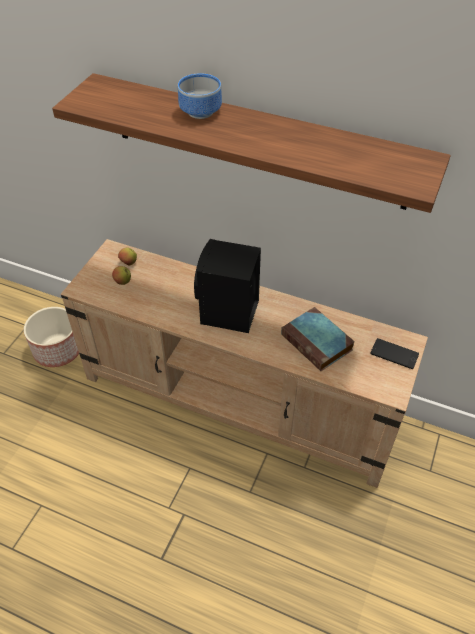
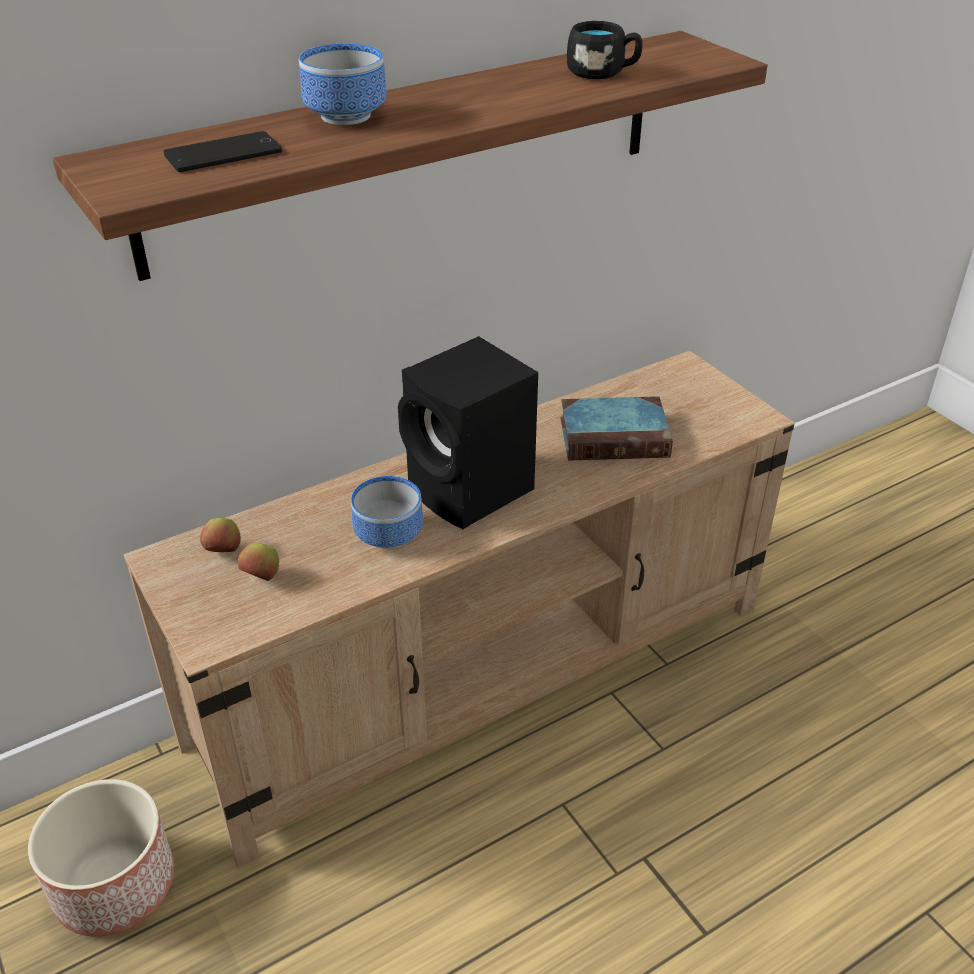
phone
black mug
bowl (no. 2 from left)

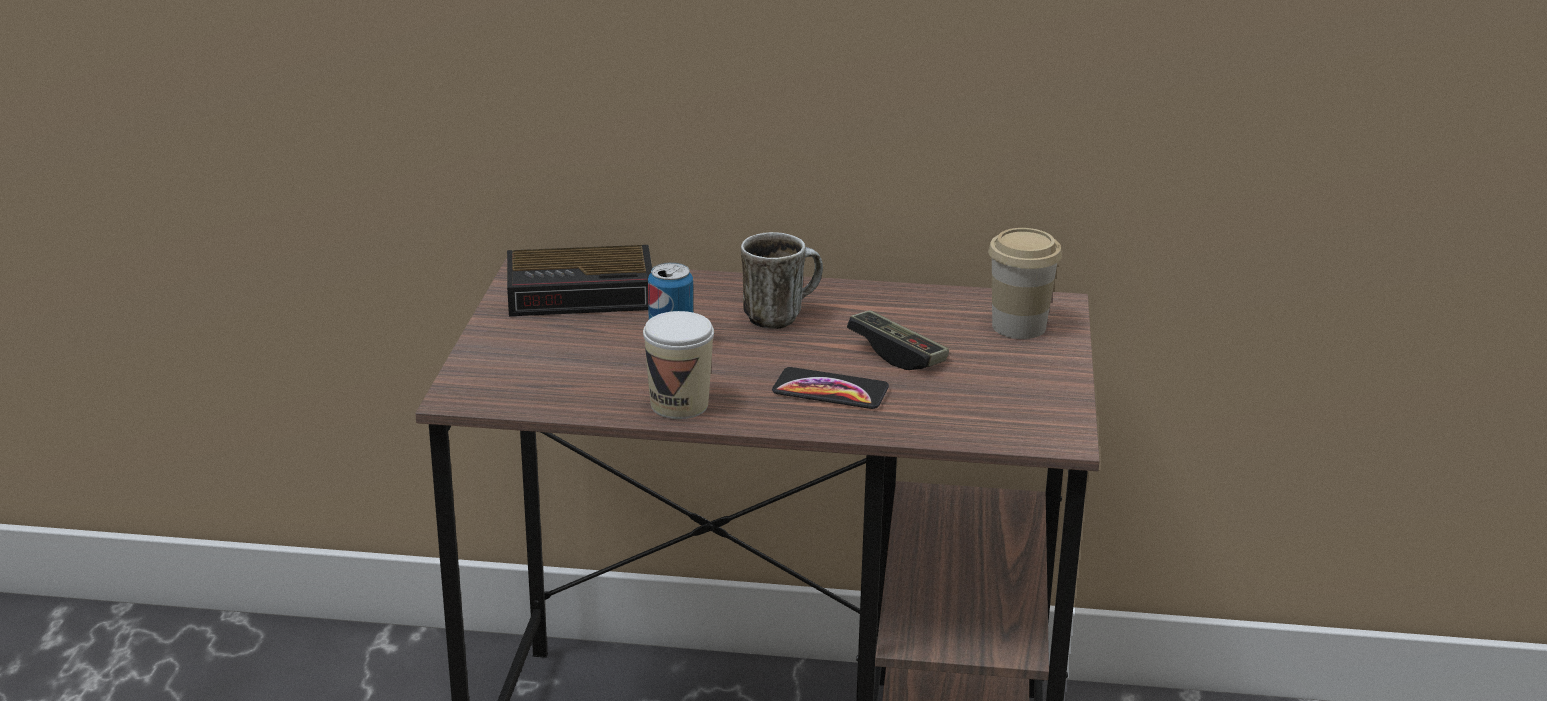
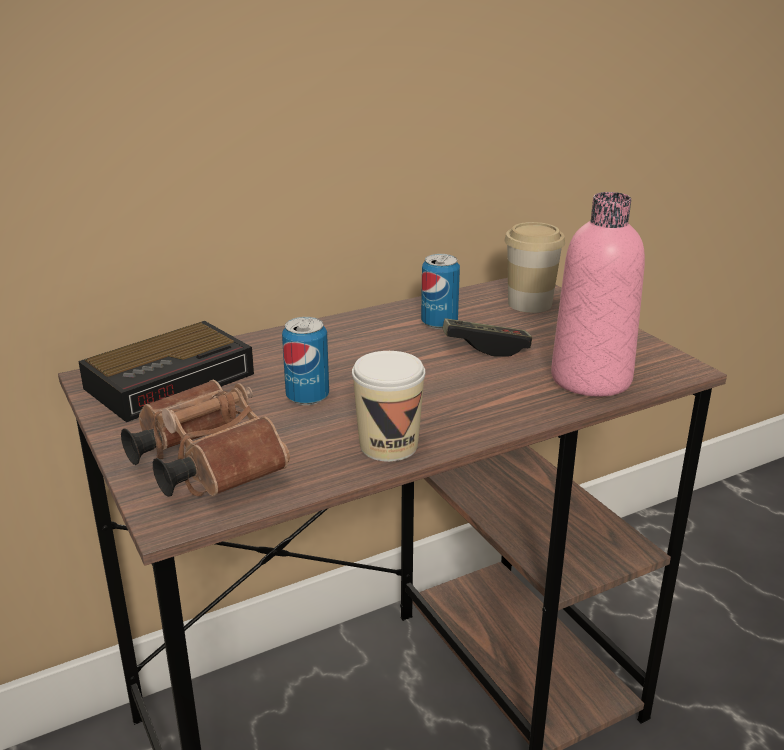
mug
phone
pink bottle
can (no. 2 from left)
brown binoculars

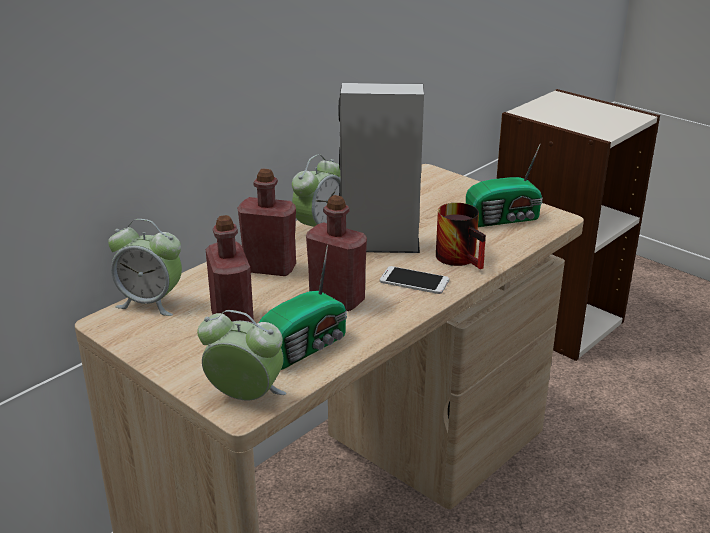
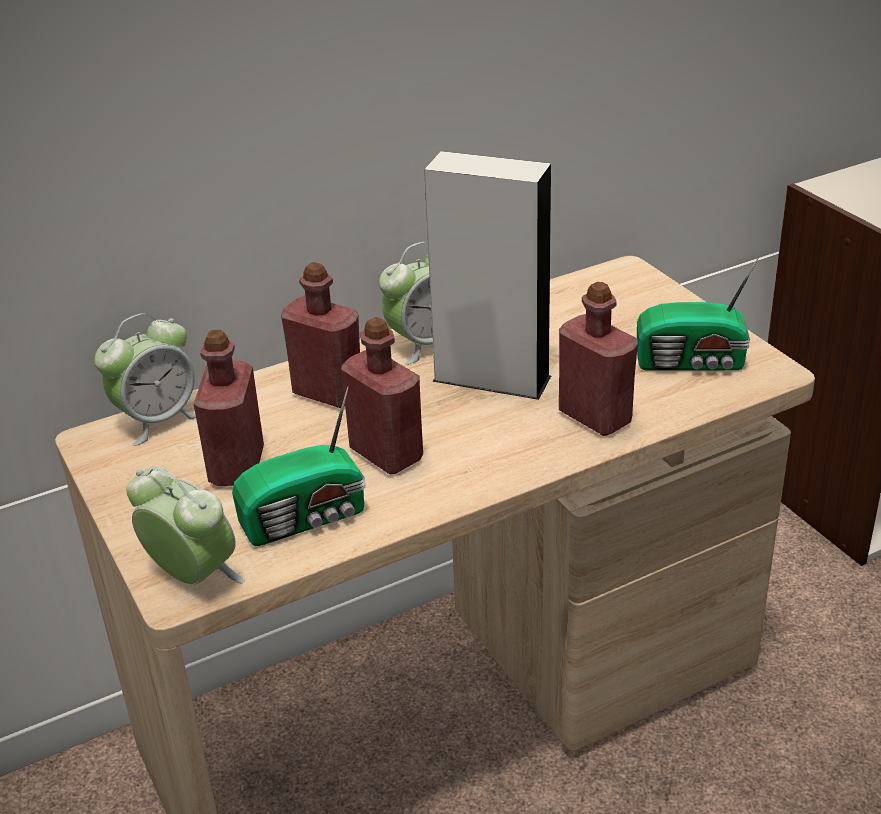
red bottle (no. 4 from left)
alarm clock (no. 1 from left)
phone

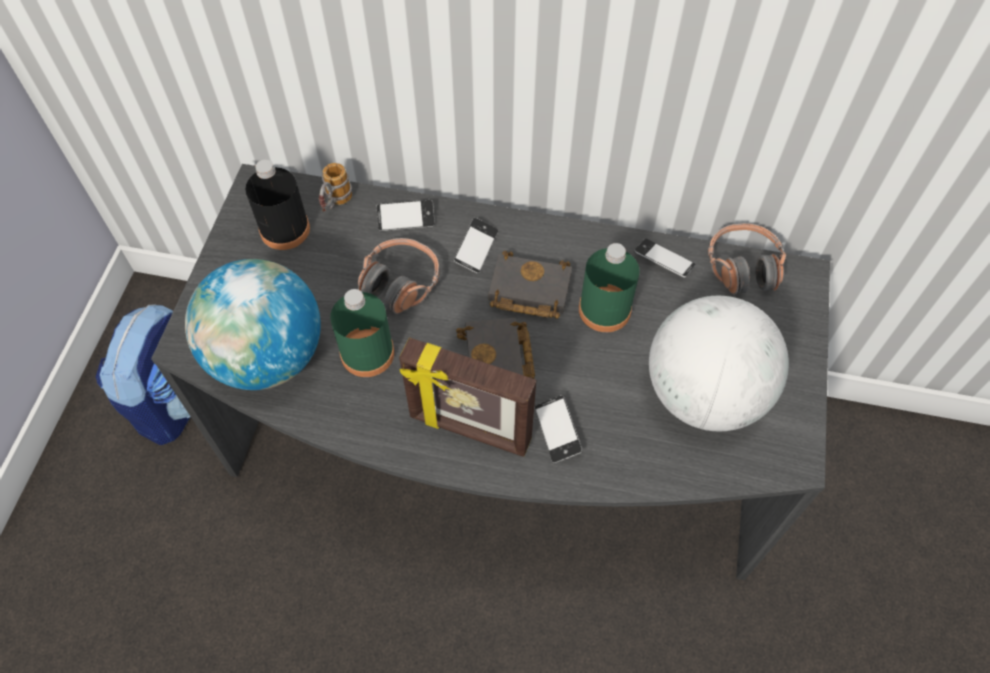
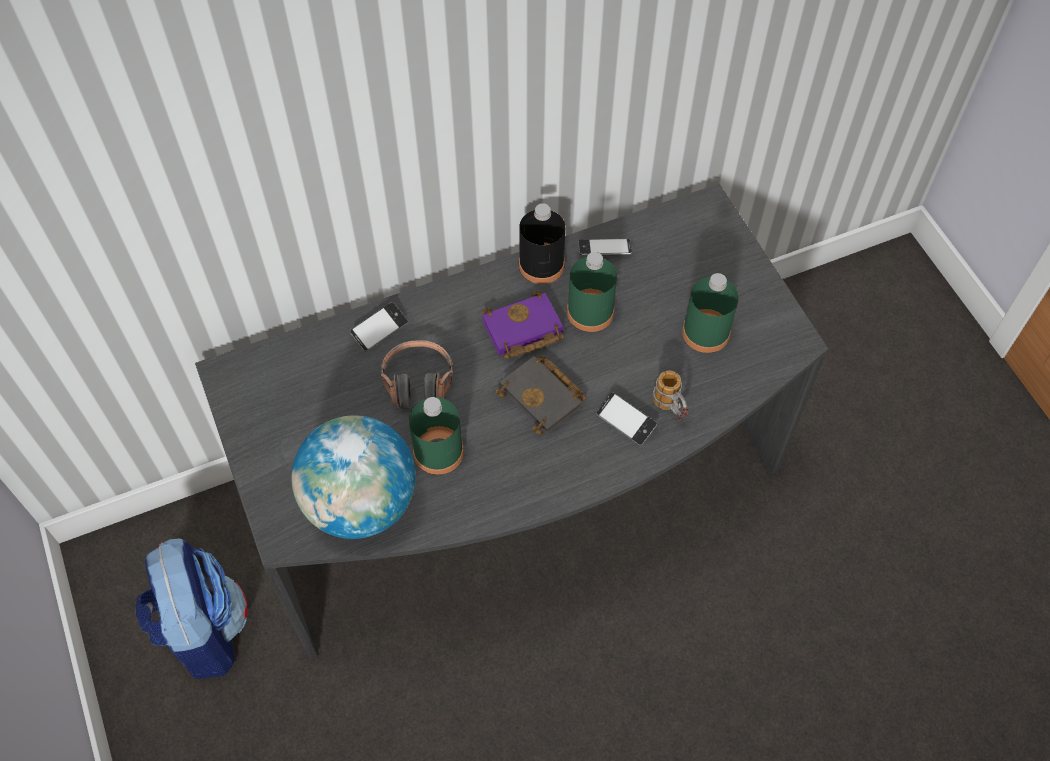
black bottle
mug
phone (no. 2 from left in the first image)
headphones (no. 2 from left in the first image)
purple book
green bottle (no. 3 from left)
picture frame

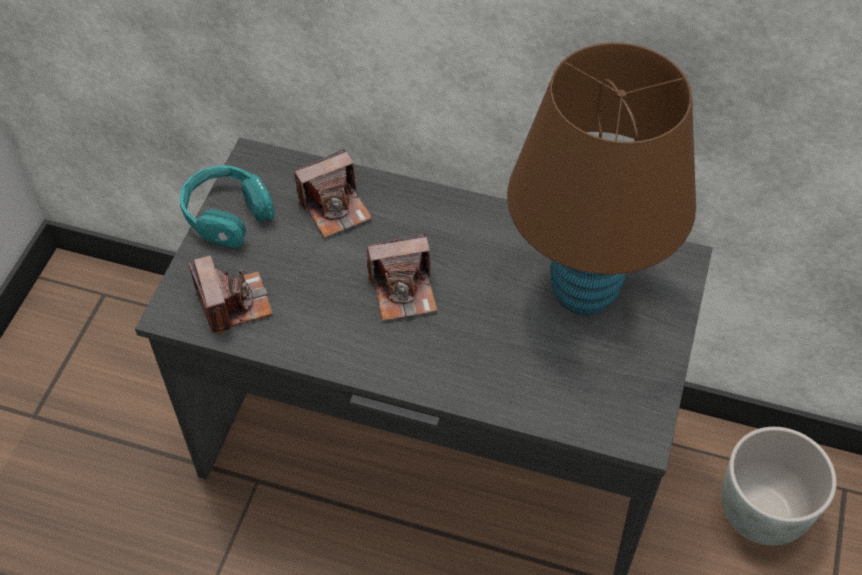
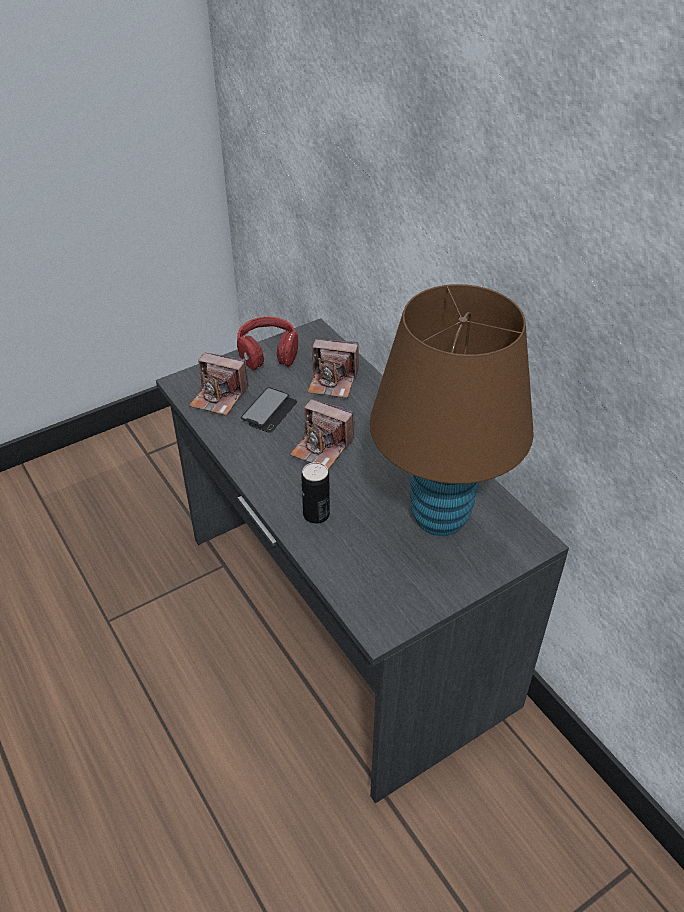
red headphones
photo camera (no. 1 from left)
grey planter
phone
can

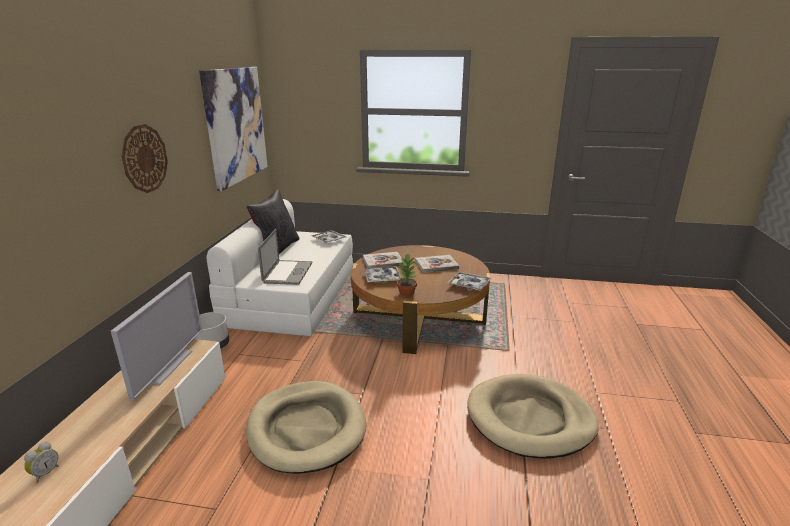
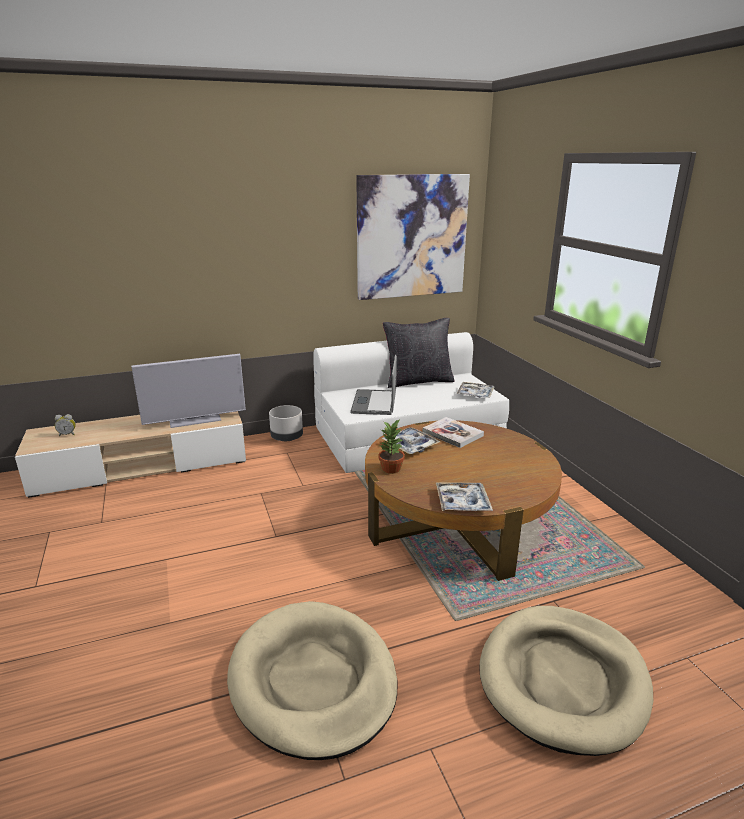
wall clock
laptop
book (no. 2 from left in the first image)
beige dog bed (no. 2 from left)

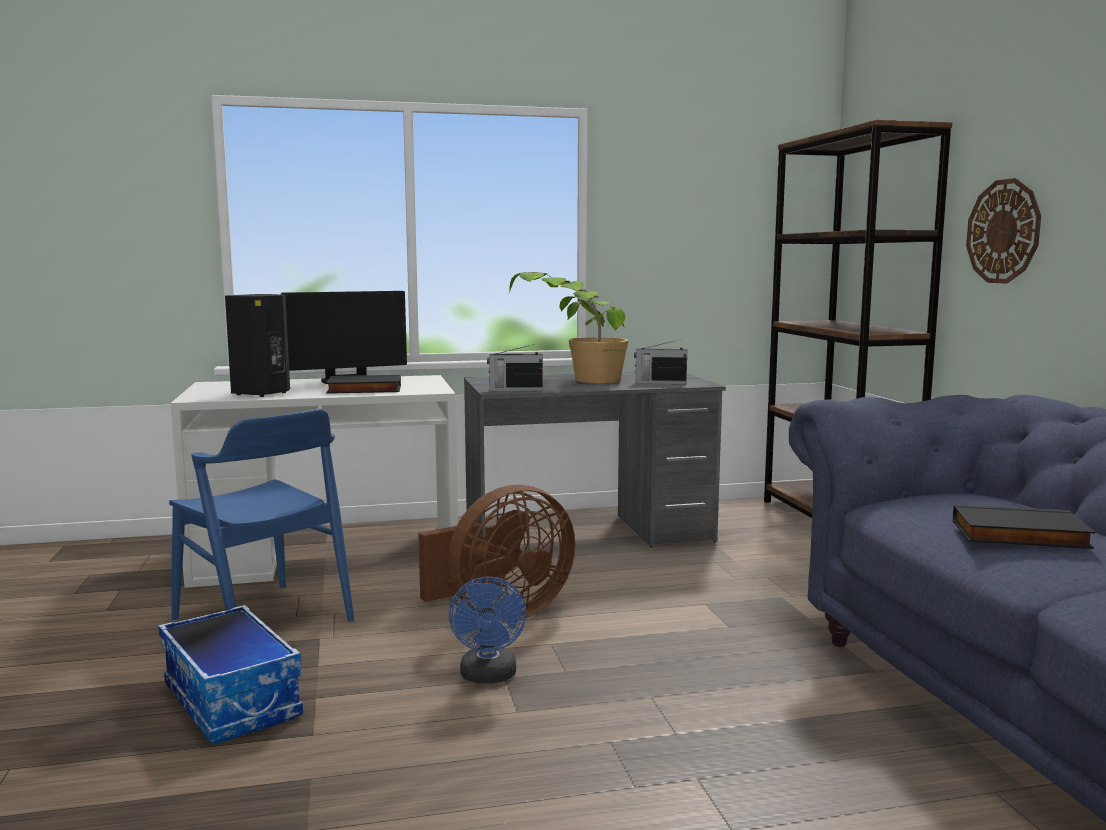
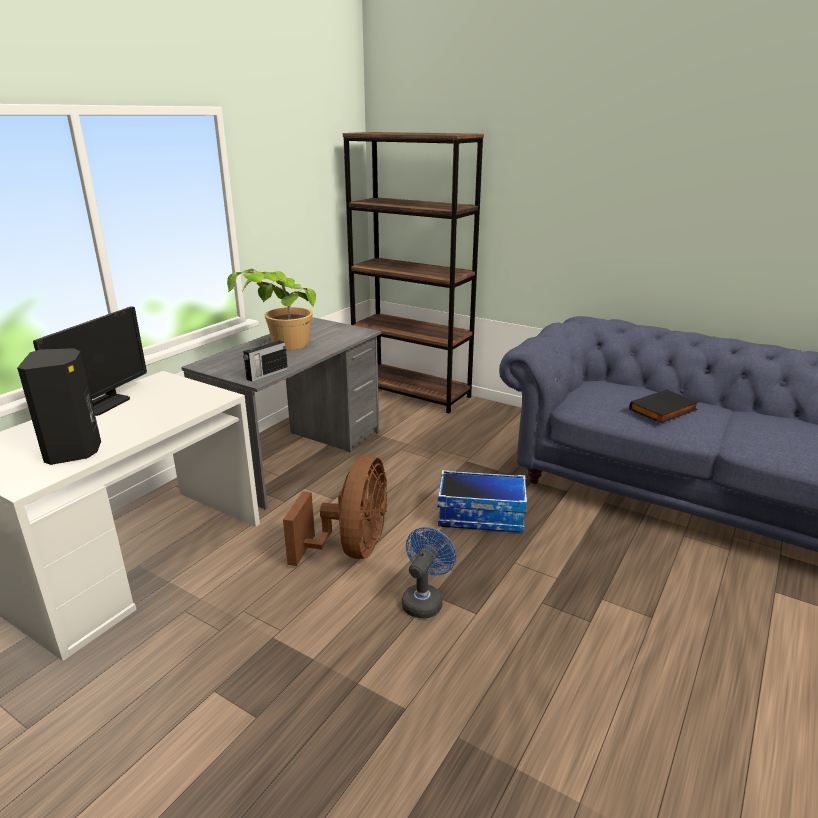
wall clock
radio (no. 2 from left in the first image)
black book (no. 1 from left in the first image)
blue chair
blue fan
storage box

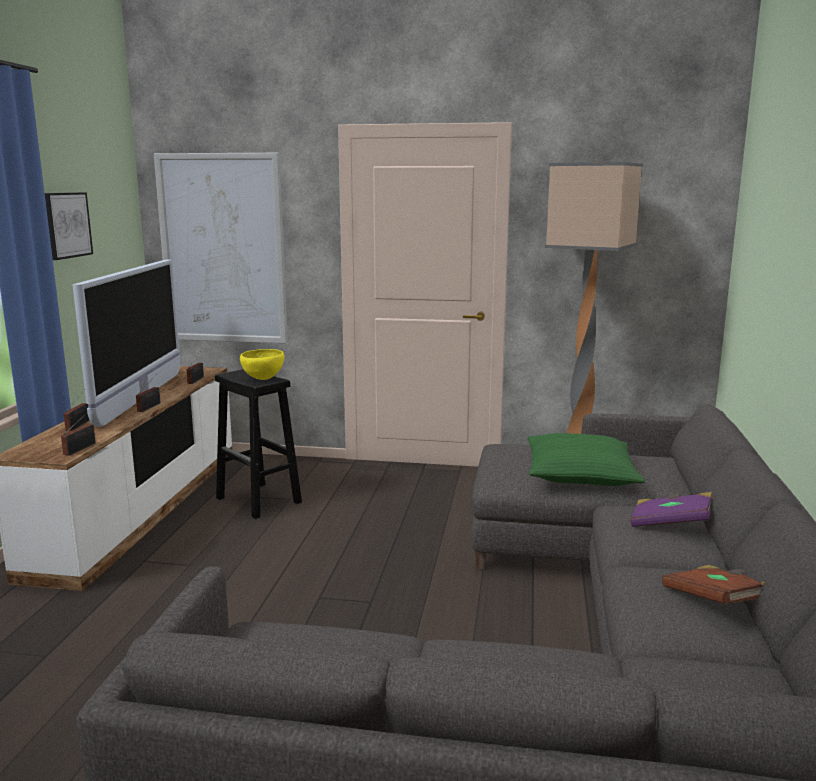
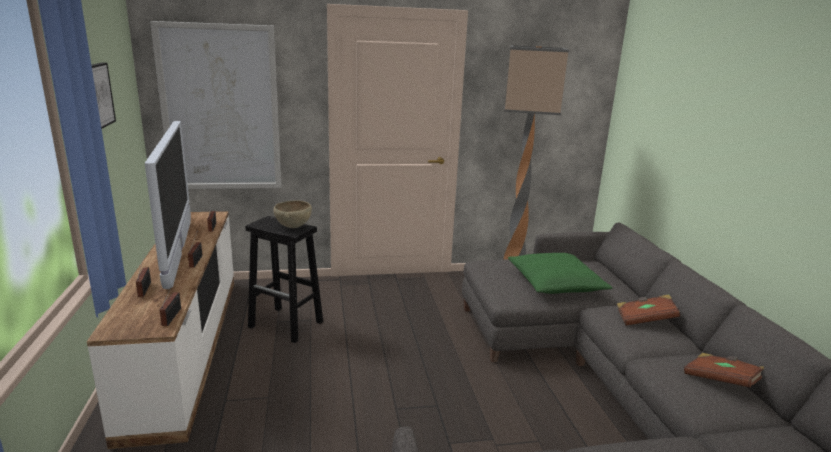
brown bowl
brown book (no. 1 from left)

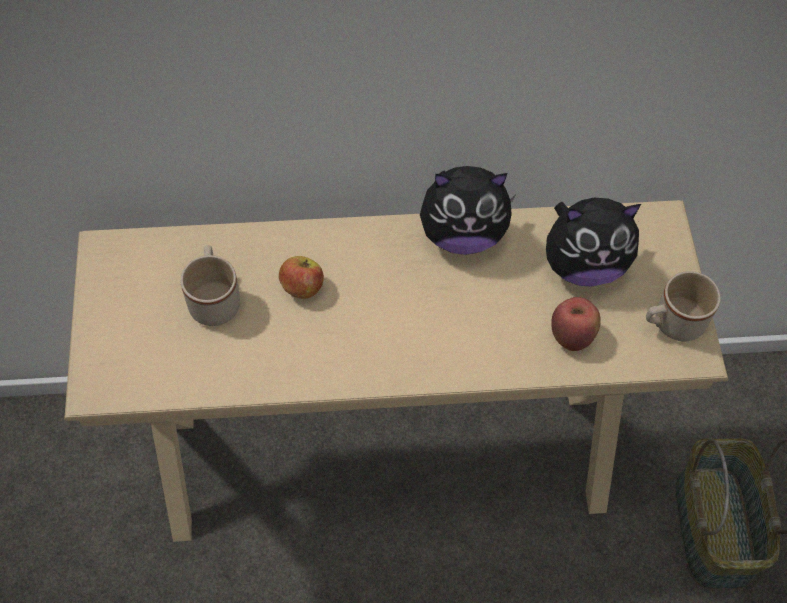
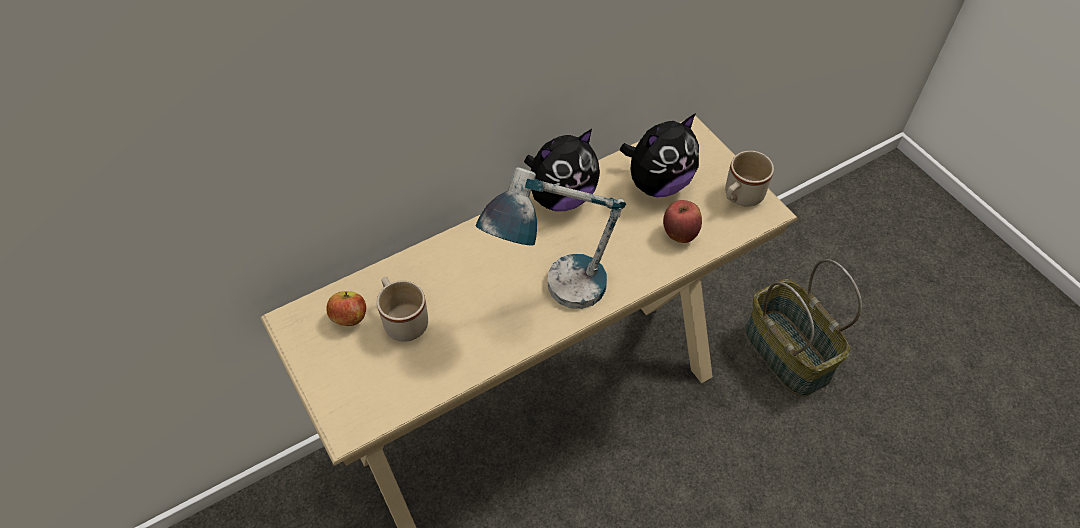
apple (no. 1 from left)
table lamp

